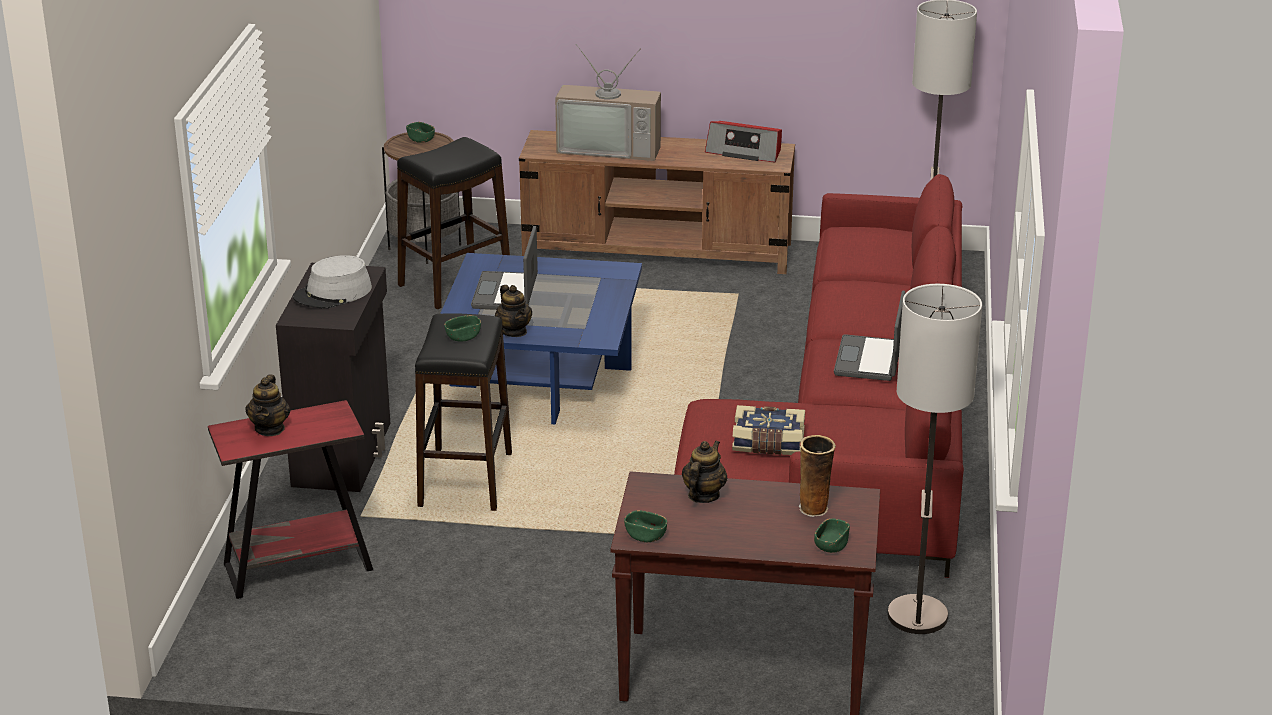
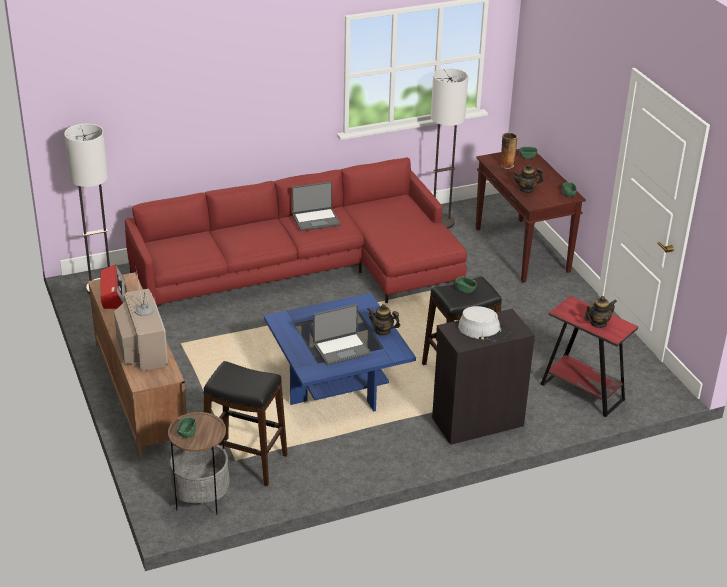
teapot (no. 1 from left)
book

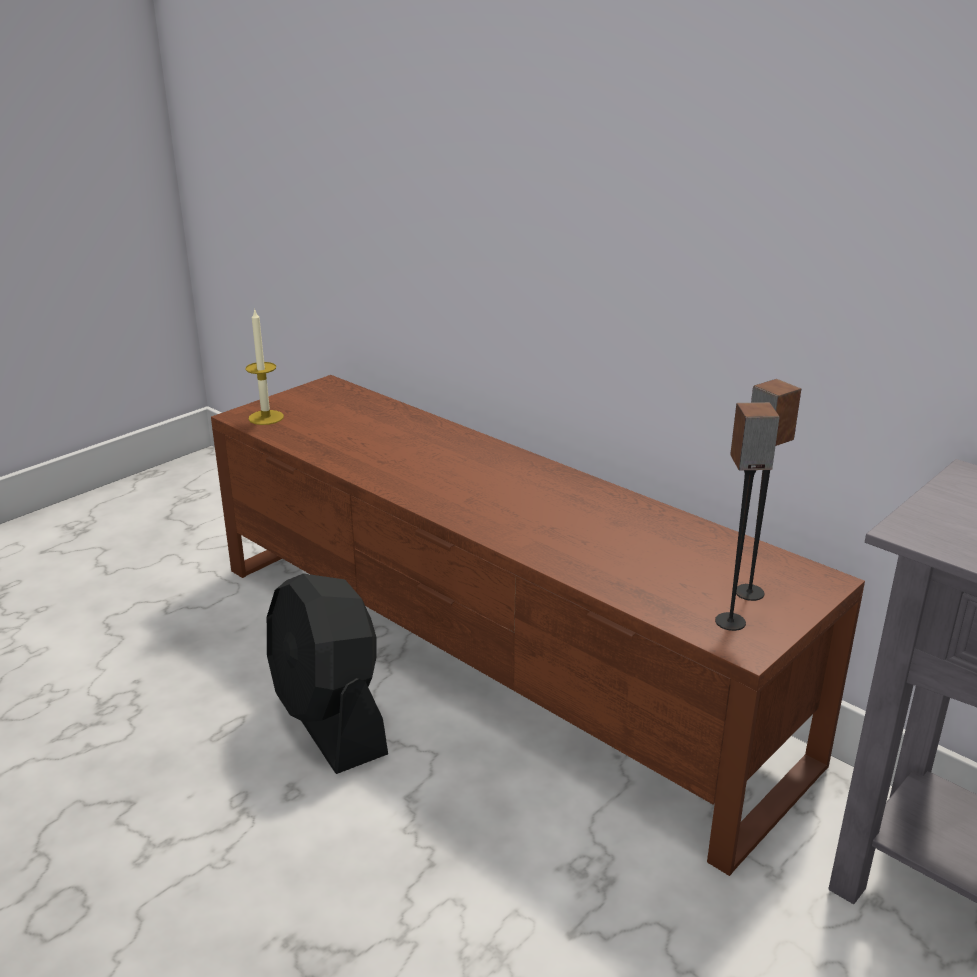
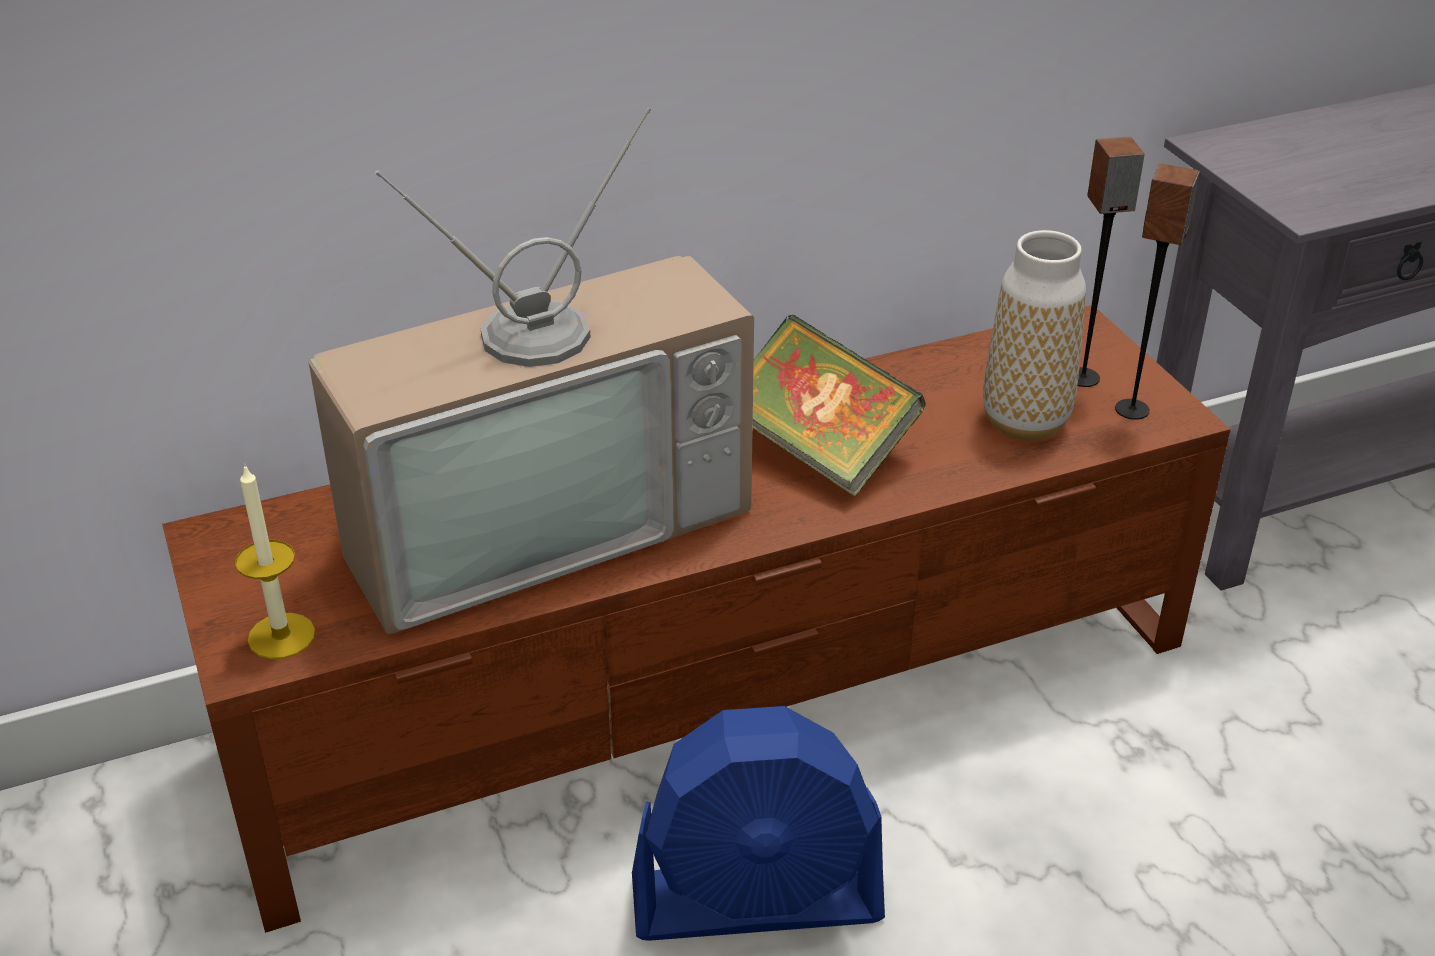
blue fan
television
vase
book

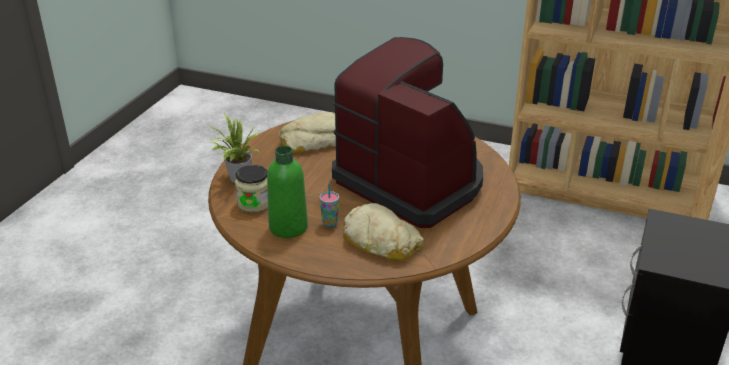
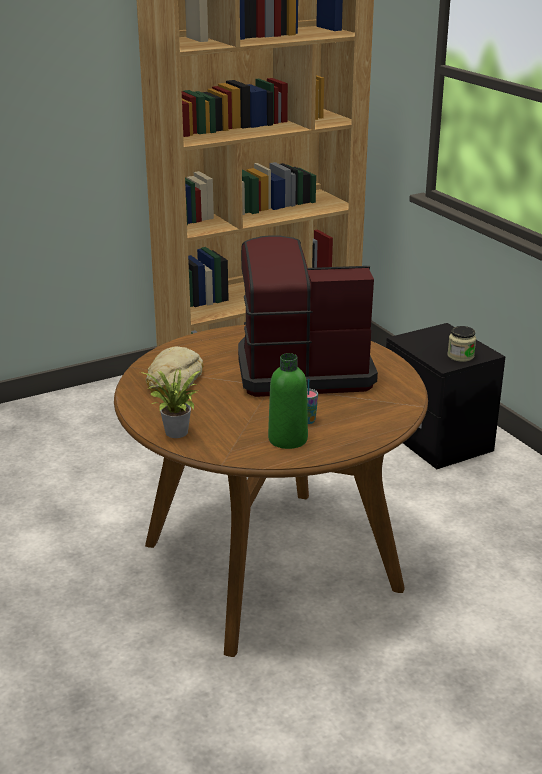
jar
bread (no. 2 from left in the first image)

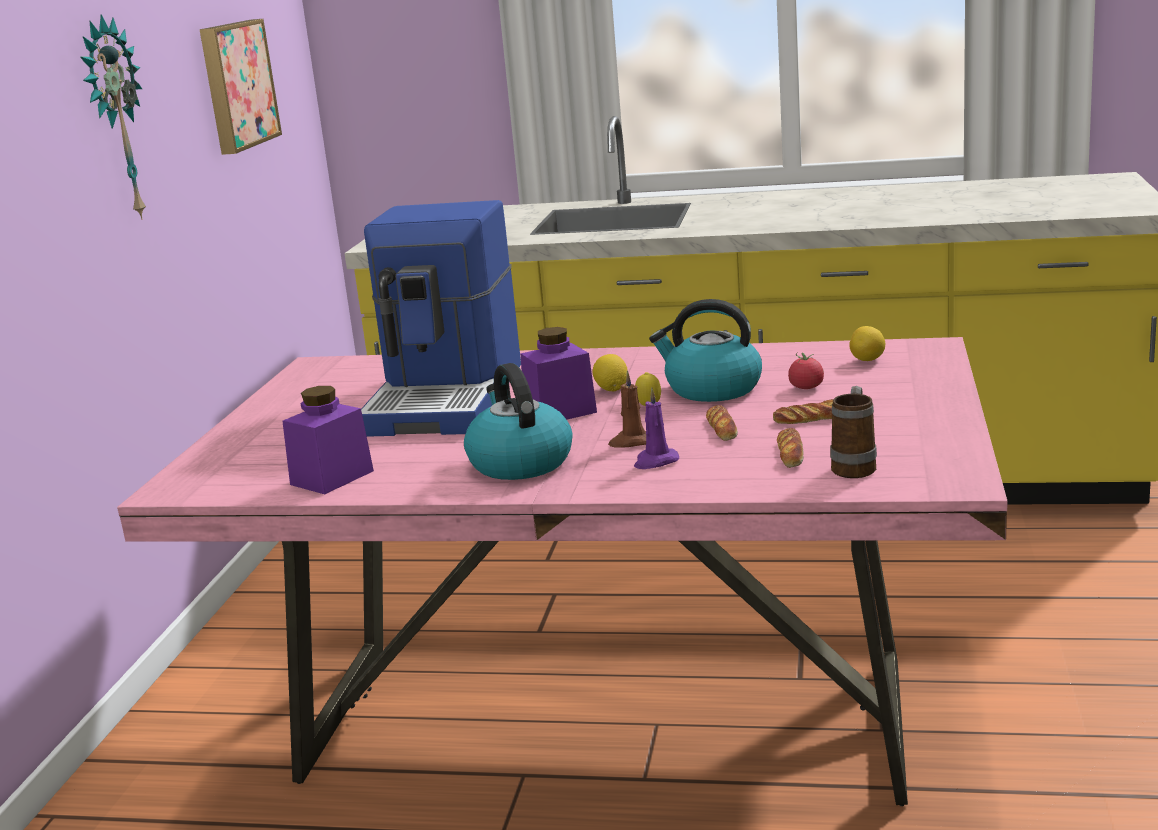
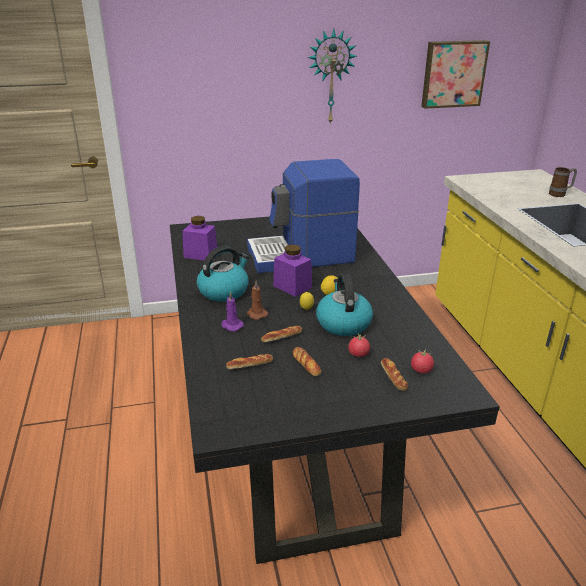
tomato (no. 2 from left)
black dining table
mug
bread (no. 4 from left)

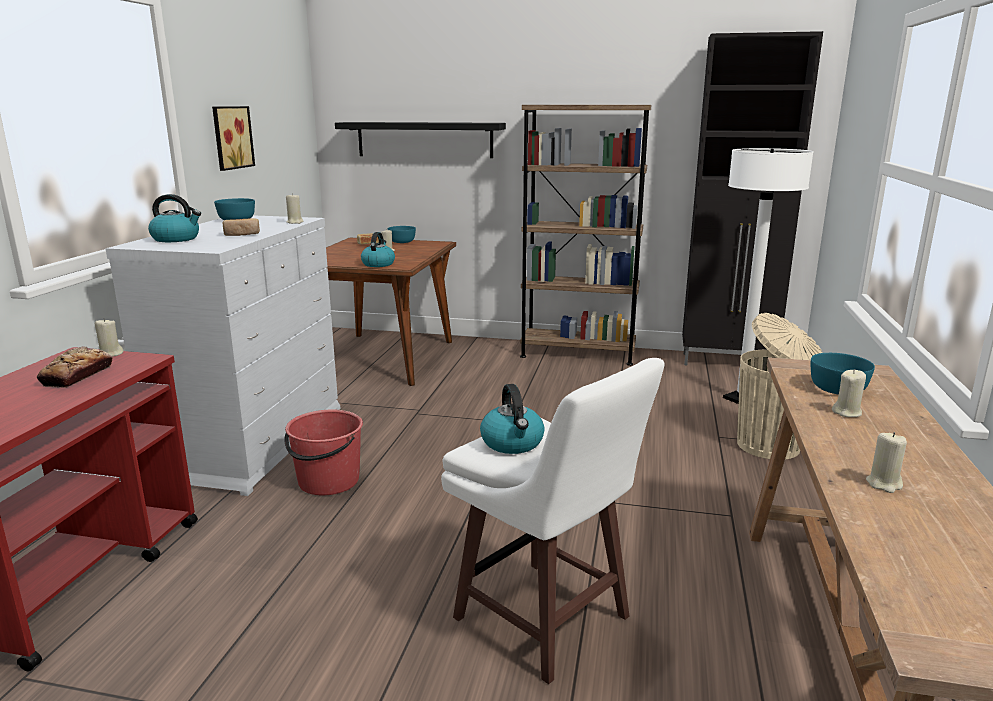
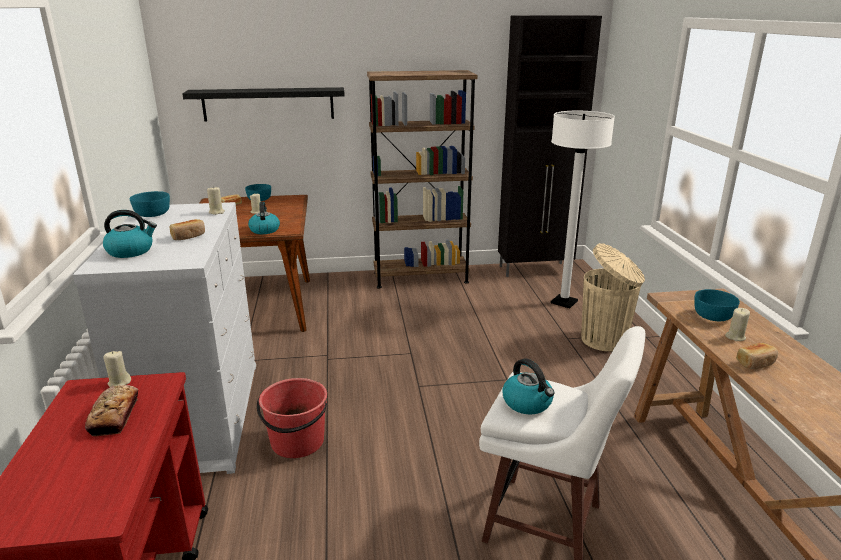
picture
beige candle (no. 5 from left in the first image)
bread (no. 4 from left)

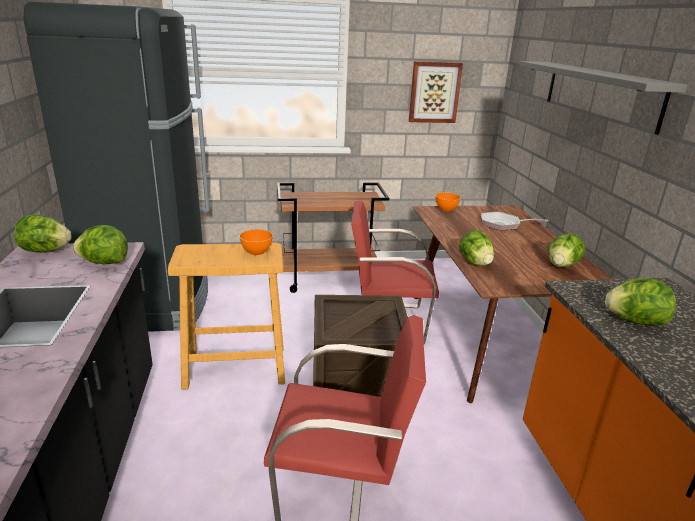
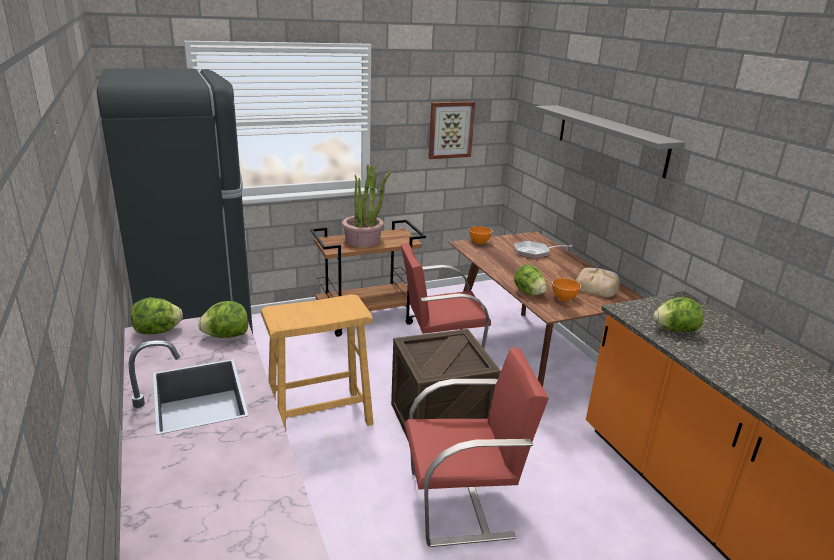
orange bowl (no. 2 from left)
bread
potted plant

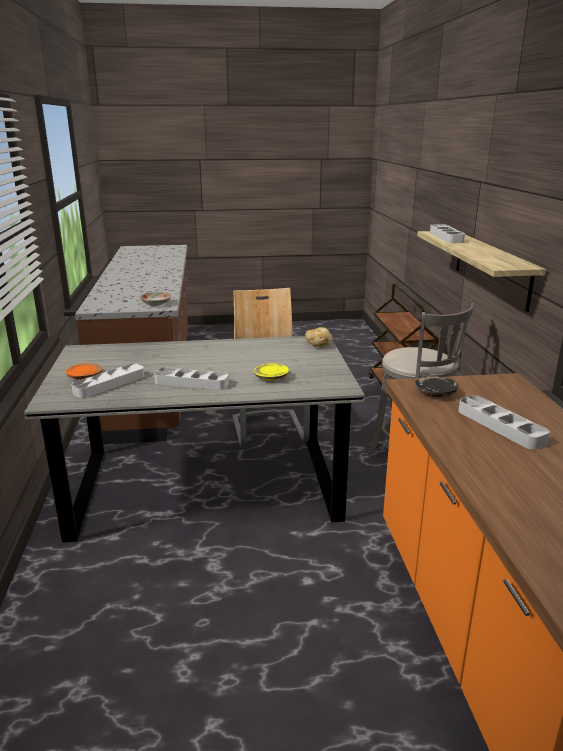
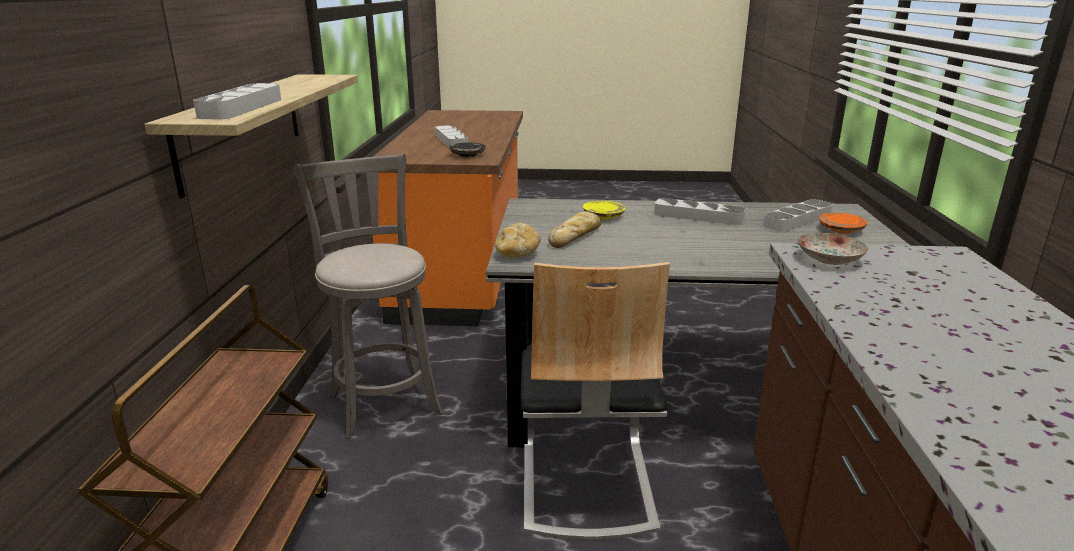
bread (no. 2 from left)

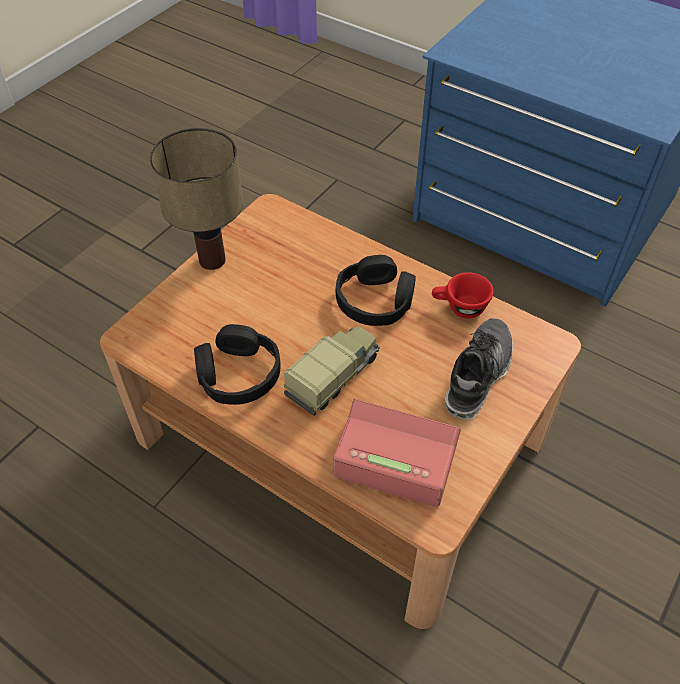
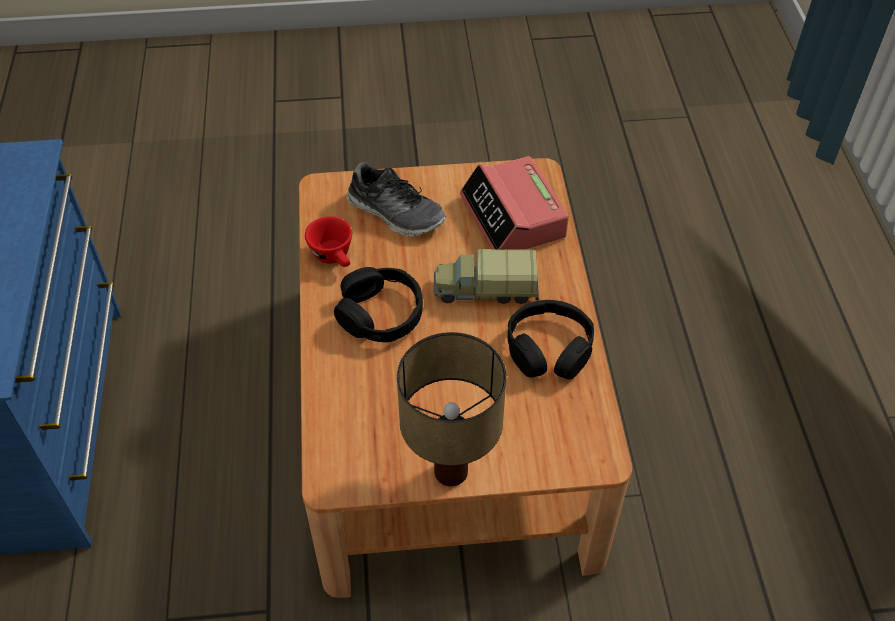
shoe

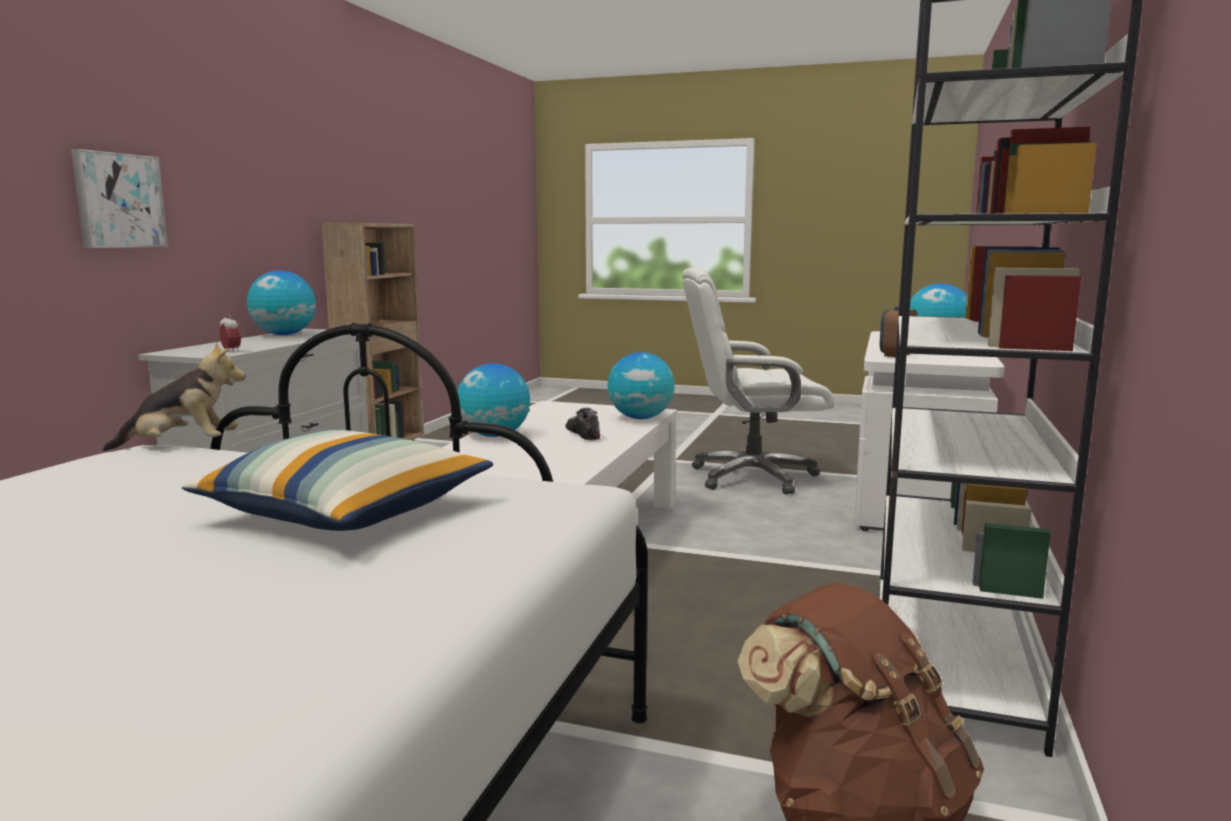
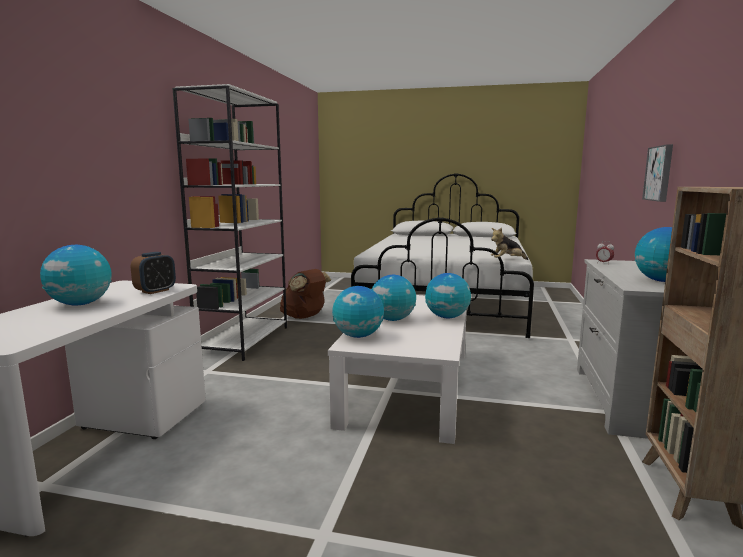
white office chair
globe (no. 3 from left)
pillow

